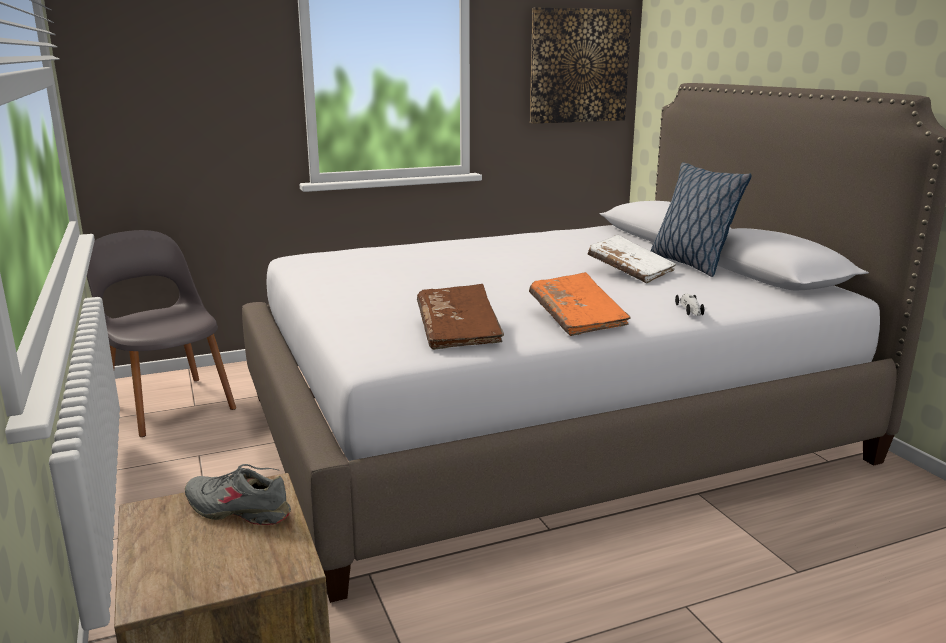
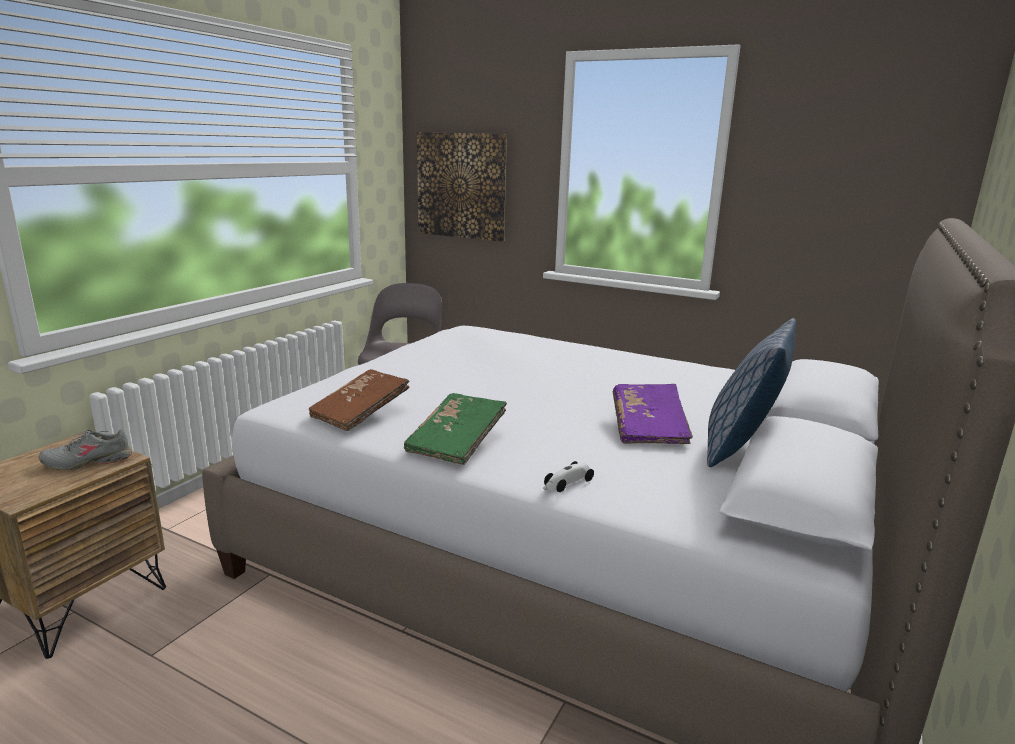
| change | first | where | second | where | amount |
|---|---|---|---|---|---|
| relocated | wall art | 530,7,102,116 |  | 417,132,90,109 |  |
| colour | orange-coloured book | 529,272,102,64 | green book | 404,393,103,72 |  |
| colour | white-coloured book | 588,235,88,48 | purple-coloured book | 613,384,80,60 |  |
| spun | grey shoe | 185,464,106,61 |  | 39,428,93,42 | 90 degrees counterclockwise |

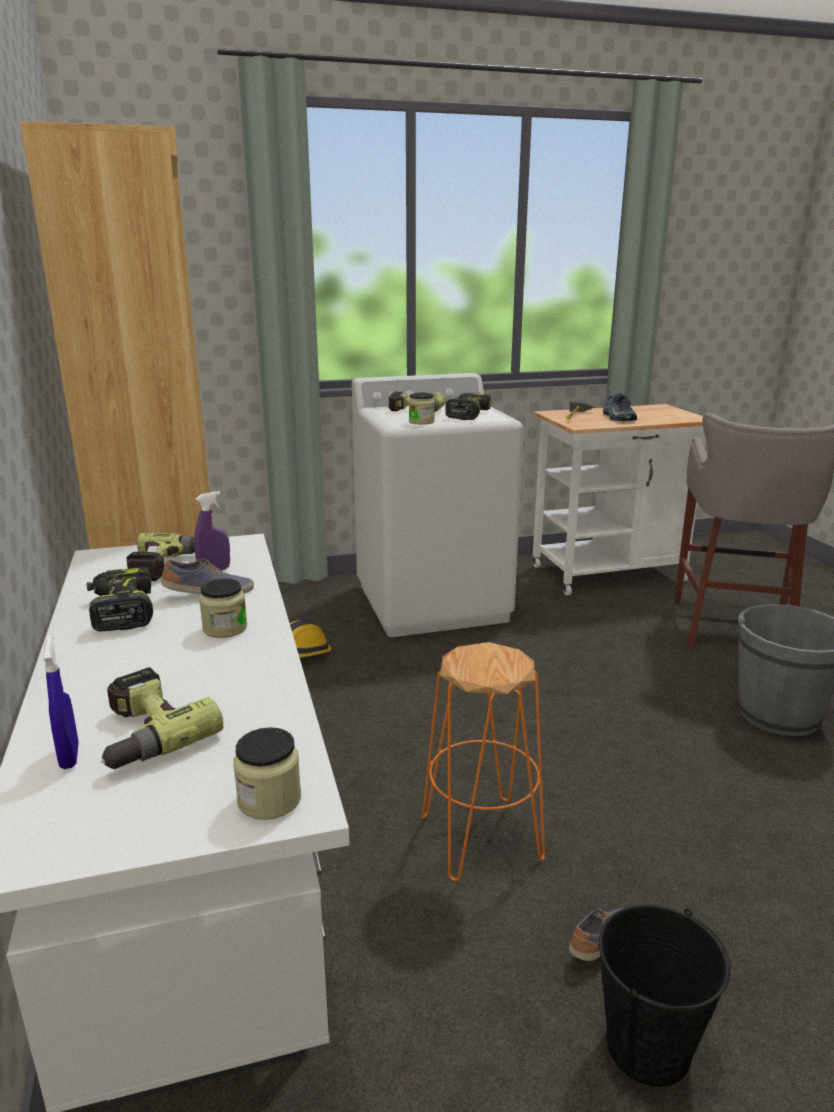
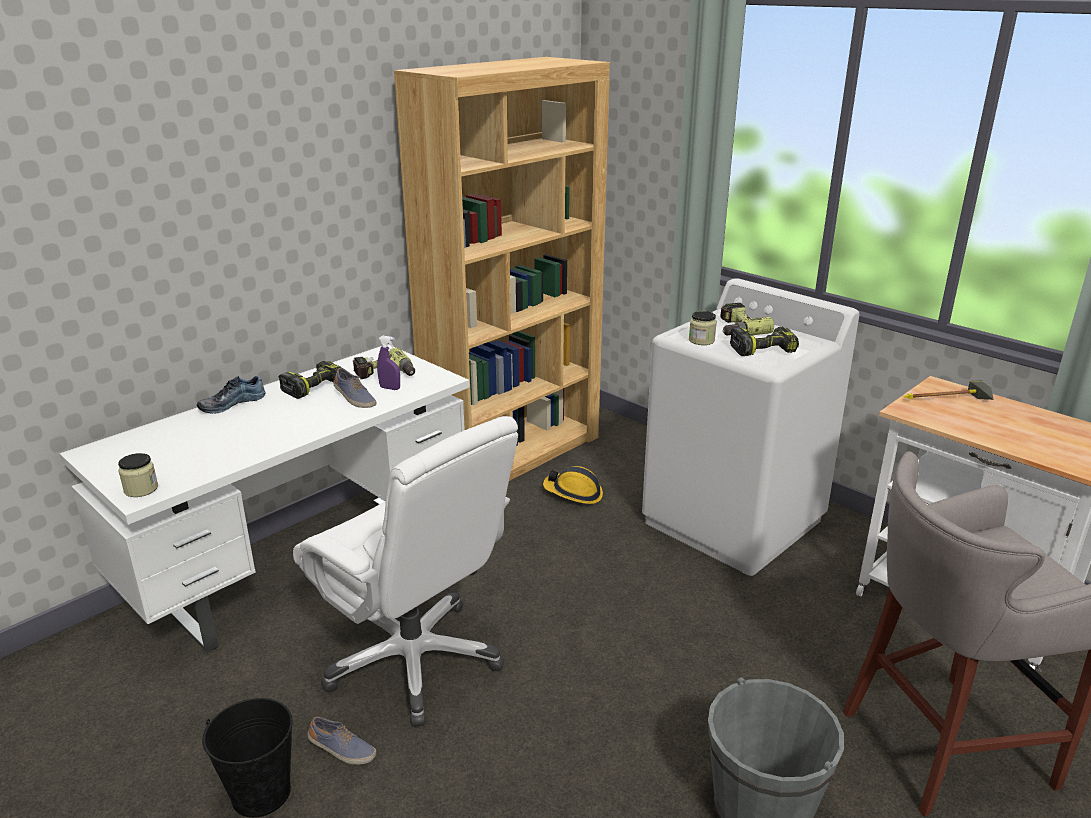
| change | first | where | second | where | amount |
|---|---|---|---|---|---|
| missing | bluish spray bottle | 43,634,35,135 |  |  |  |
| missing | electric drill | 100,667,123,102 |  |  |  |
| missing | jar | 199,579,48,59 |  |  |  |
| relocated | shoe | 603,393,34,28 |  | 197,376,69,37 |  |
| exchanged | orange-coloured stool | 422,642,123,239 | white-coloured computer chair | 293,416,225,311 |  |

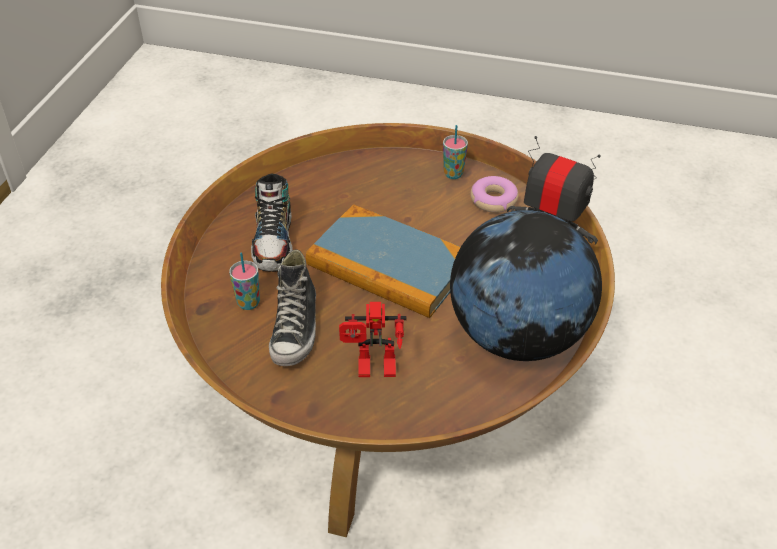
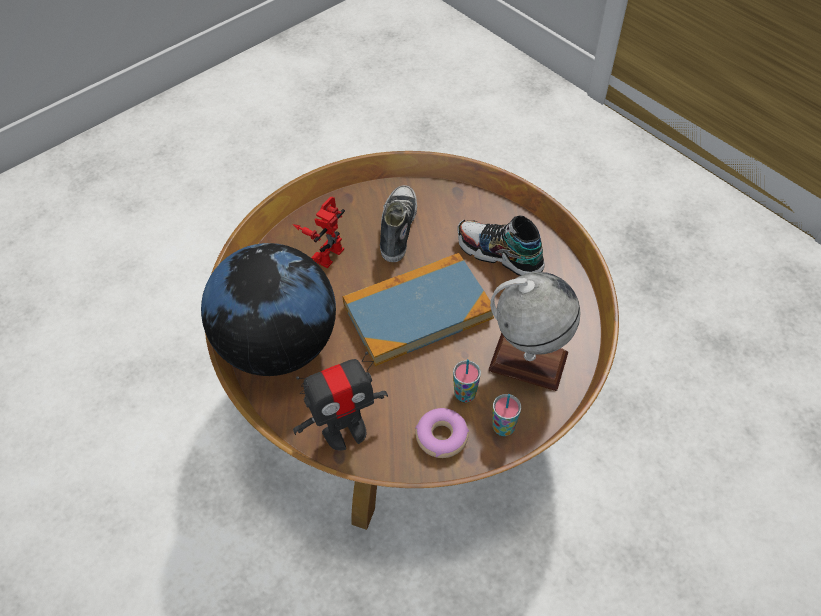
| change | first | where | second | where | amount |
|---|---|---|---|---|---|
| appeared |  |  | globe | 488,272,92,119 |  |
| relocated | cup | 229,252,31,58 |  | 453,359,28,44 |  |
| spun | shoe | 269,250,47,116 |  | 380,185,37,77 | 60 degrees clockwise |

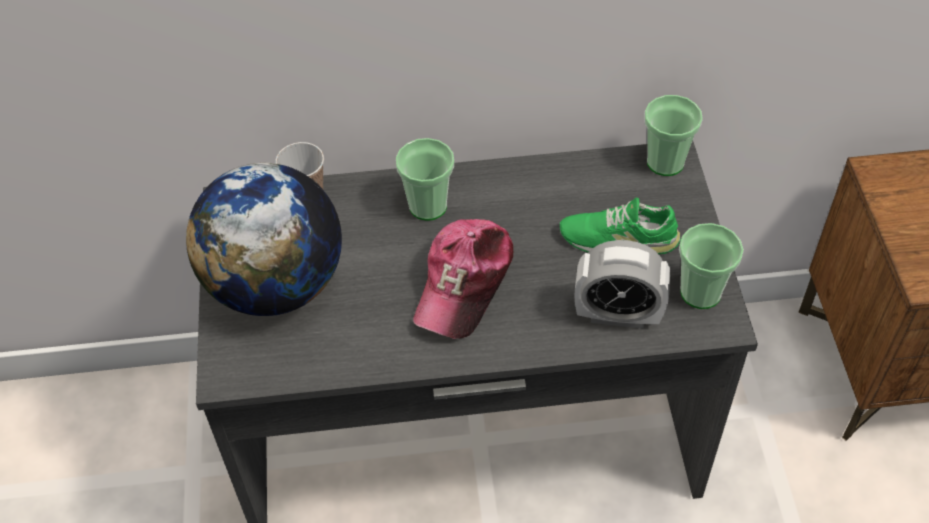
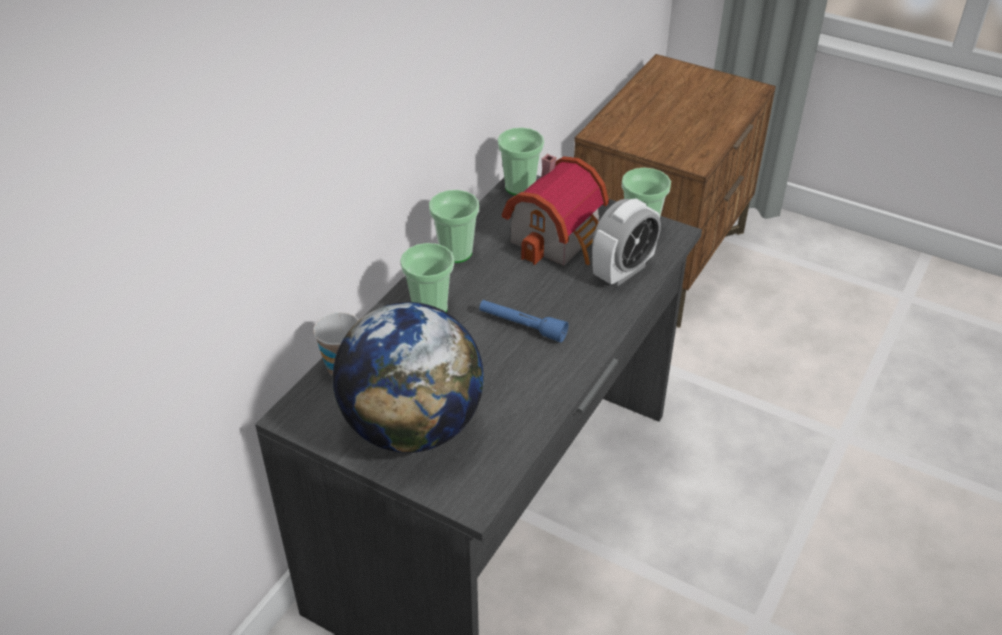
| change | first | where | second | where | amount |
|---|---|---|---|---|---|
| appeared |  |  | cup | 429,190,50,73 |  |
| exchanged | cap | 413,219,100,120 | bluish hand torch | 479,300,90,43 |  |
| exchanged | green shoe | 560,198,121,56 | toy house | 502,154,107,111 |  |

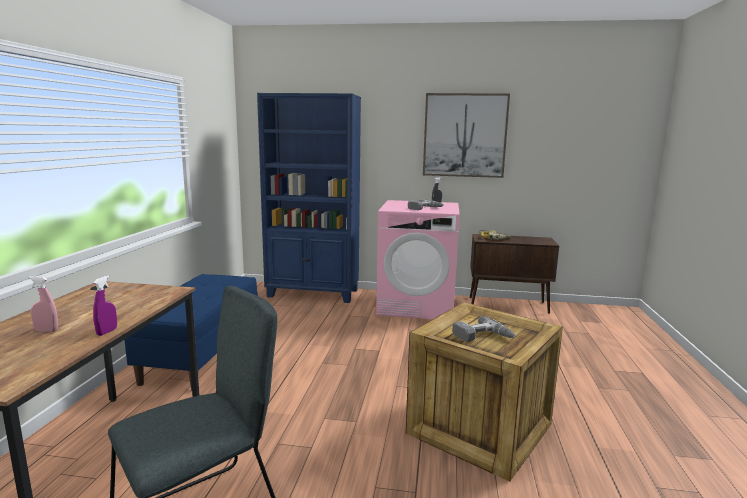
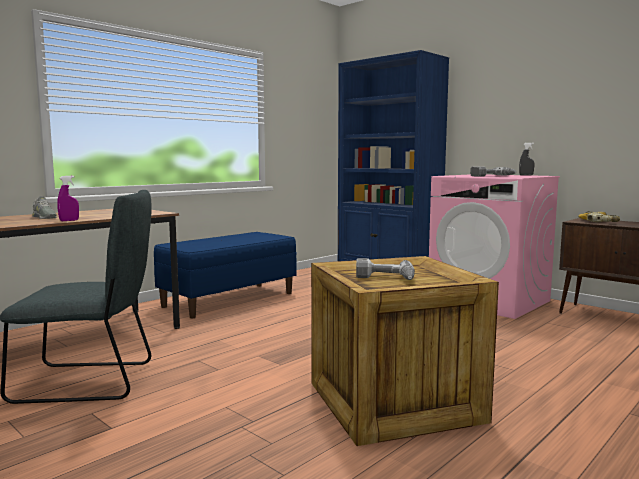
| change | first | where | second | where | amount |
|---|---|---|---|---|---|
| missing | wall art | 423,93,87,85 |  |  |  |
| exchanged | pink spray bottle | 29,276,29,56 | grey shoe | 32,196,25,23 |  |

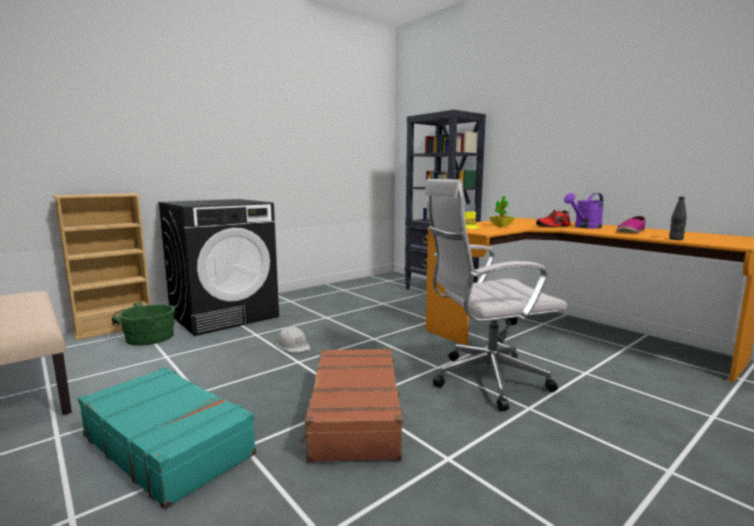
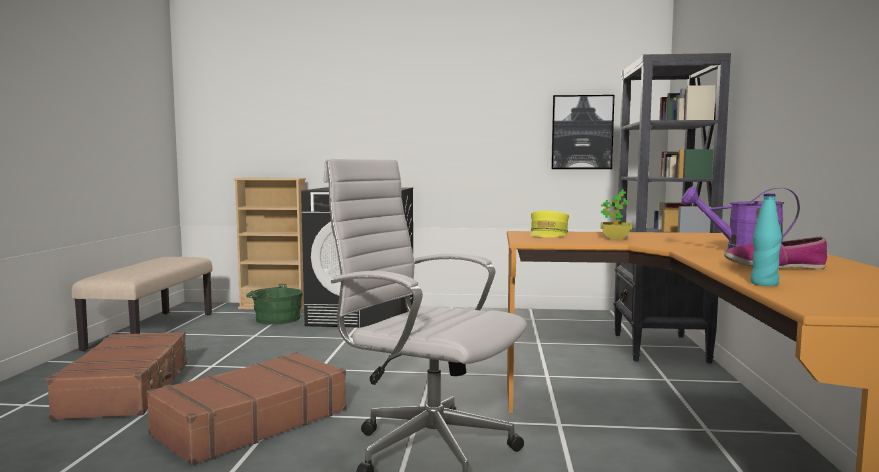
| change | first | where | second | where | amount |
|---|---|---|---|---|---|
| missing | white-coloured work helmet | 276,326,34,27 |  |  |  |
| missing | red shoe | 536,210,35,17 |  |  |  |
| appeared |  |  | wall art | 551,95,63,74 |  |
| colour | blue-green travel case | 78,367,178,142 | brown-coloured travel case | 46,331,144,89 |  |
| colour | blackish drink bottle | 669,197,18,43 | blue-green drink bottle | 751,193,31,93 |  |

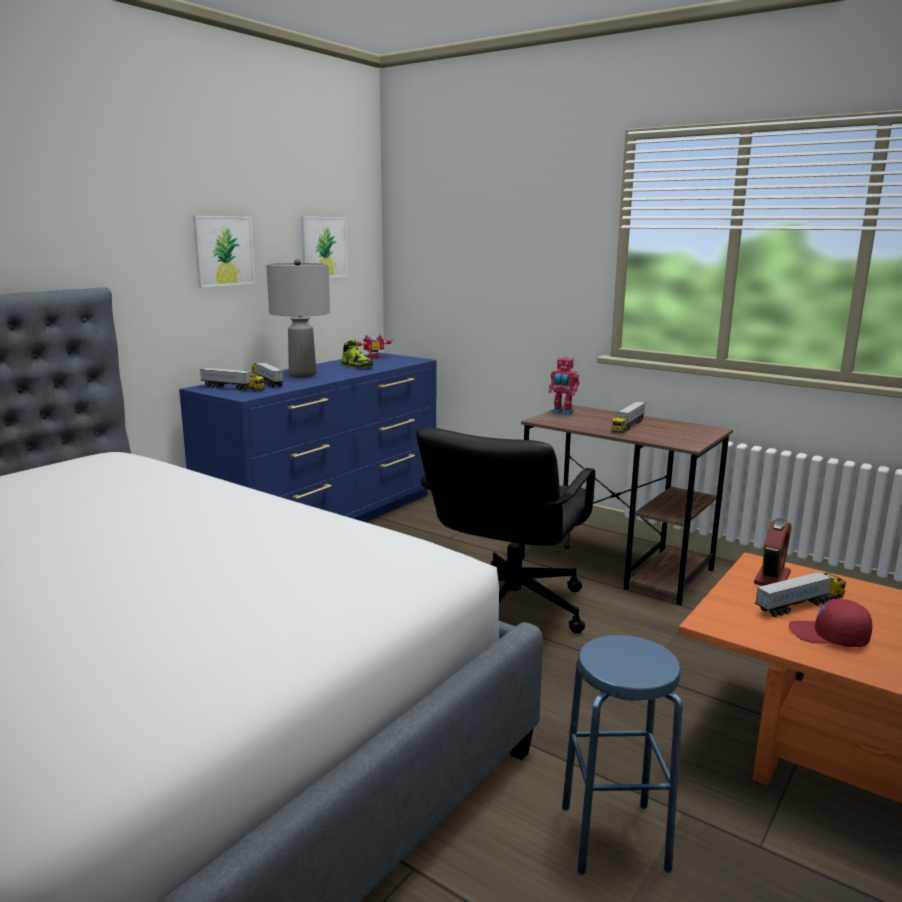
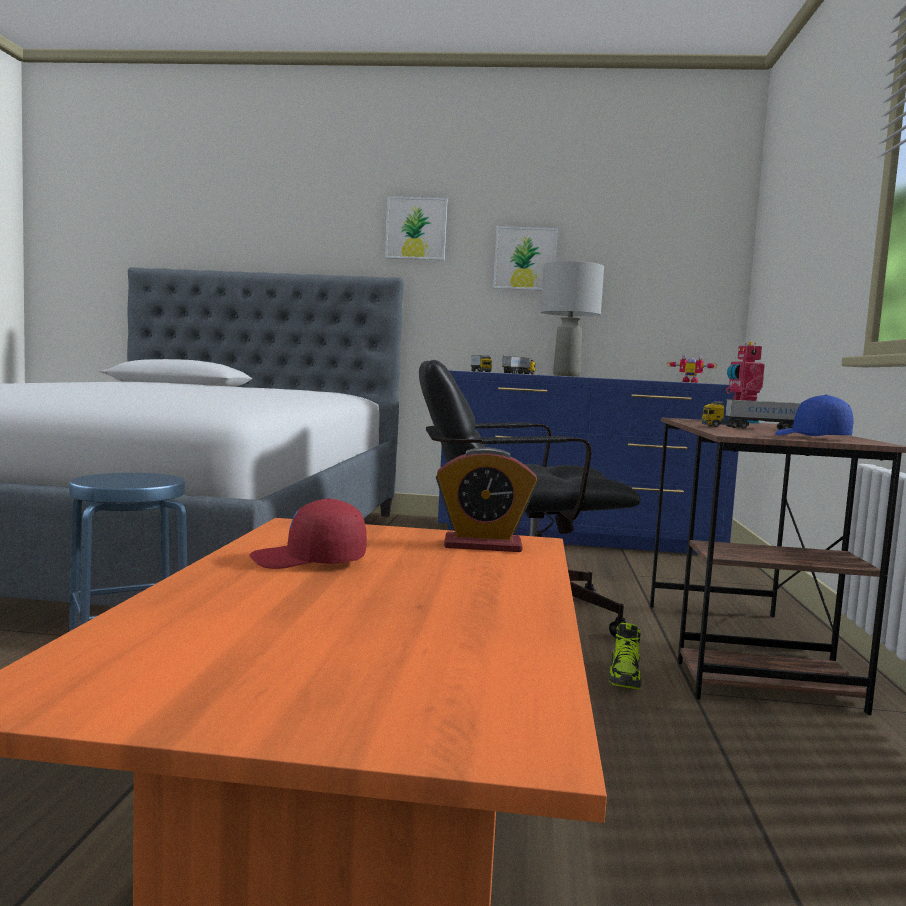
| change | first | where | second | where | amount |
|---|---|---|---|---|---|
| missing | toy truck | 755,571,91,46 |  |  |  |
| appeared |  |  | bluish cap | 775,395,78,41 |  |
| relocated | wall art | 301,217,47,61 |  | 385,196,62,64 |  |
| relocated | shoe | 341,339,32,29 |  | 608,623,34,66 |  |
| spun | red cap | 789,599,83,48 |  | 250,498,117,71 | 90 degrees counterclockwise |

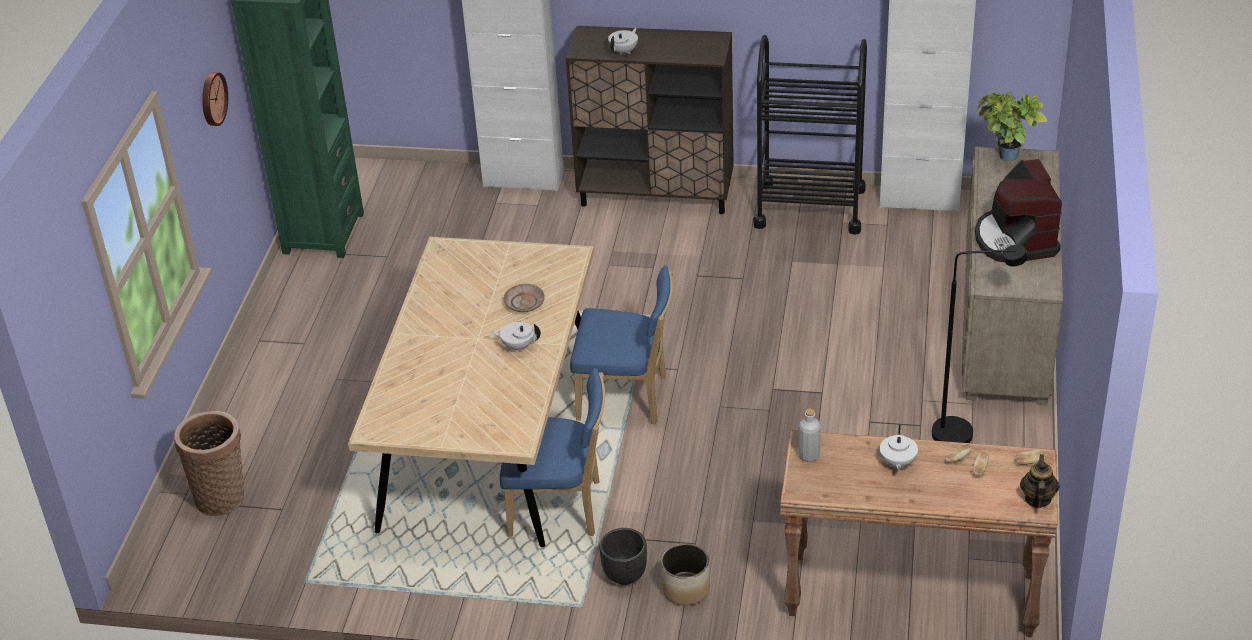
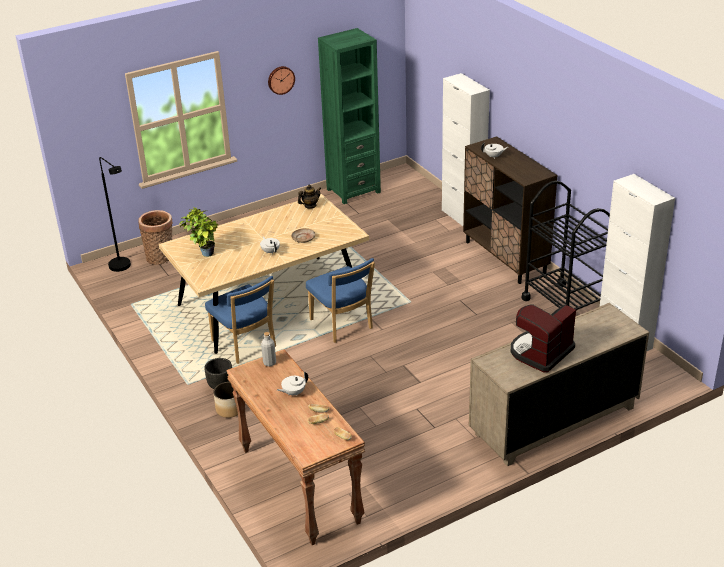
| change | first | where | second | where | amount |
|---|---|---|---|---|---|
| relocated | blackish standard lamp | 932,245,96,198 |  | 99,157,32,115 |  |
| relocated | plant in a pot | 977,92,70,69 |  | 179,207,40,50 |  |
| relocated | teapot | 1020,454,40,54 |  | 298,185,23,24 |  |

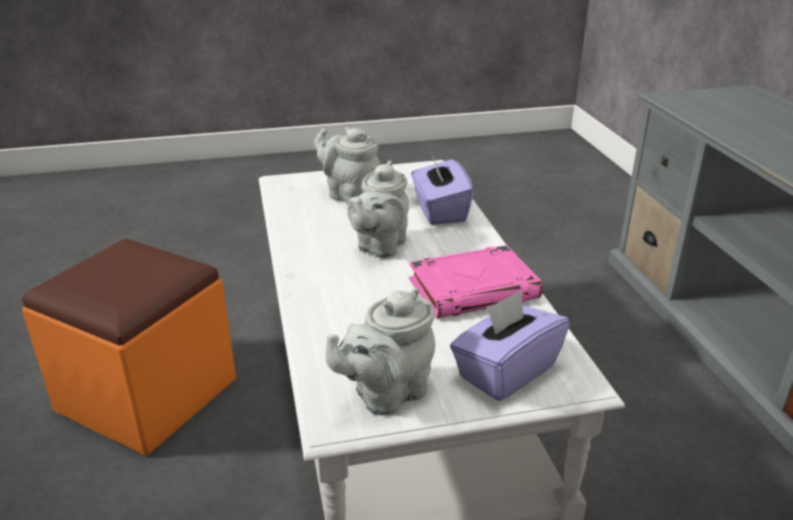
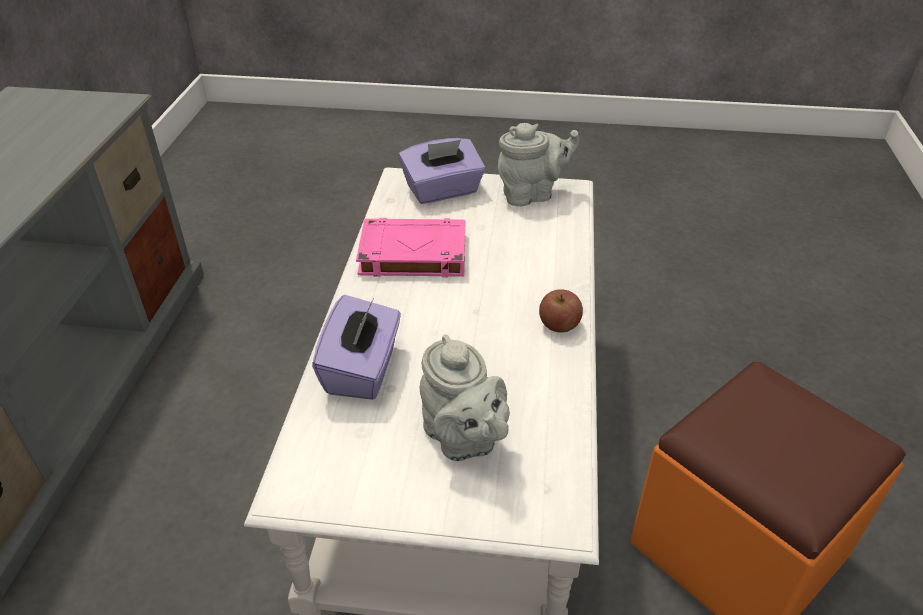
| change | first | where | second | where | amount |
|---|---|---|---|---|---|
| missing | grey teapot | 347,160,62,98 |  |  |  |
| appeared |  |  | whole apple | 539,289,44,44 |  |

